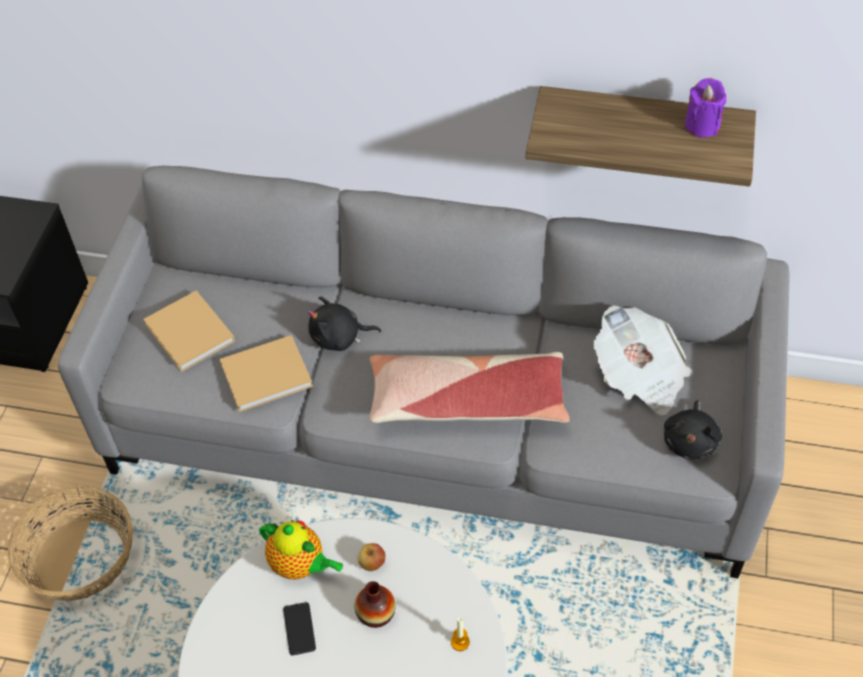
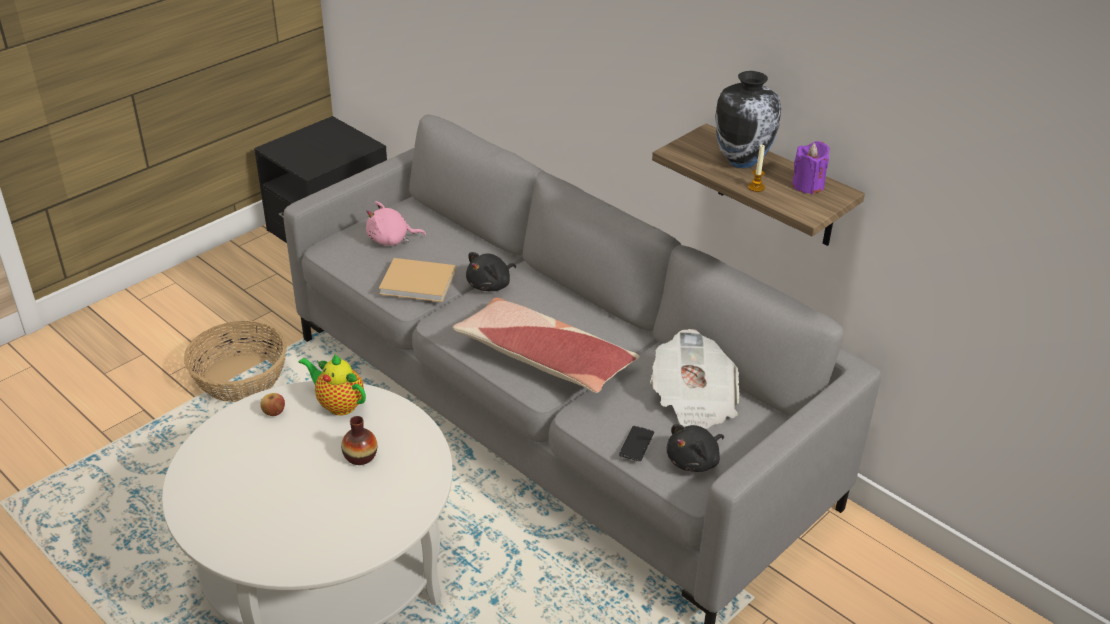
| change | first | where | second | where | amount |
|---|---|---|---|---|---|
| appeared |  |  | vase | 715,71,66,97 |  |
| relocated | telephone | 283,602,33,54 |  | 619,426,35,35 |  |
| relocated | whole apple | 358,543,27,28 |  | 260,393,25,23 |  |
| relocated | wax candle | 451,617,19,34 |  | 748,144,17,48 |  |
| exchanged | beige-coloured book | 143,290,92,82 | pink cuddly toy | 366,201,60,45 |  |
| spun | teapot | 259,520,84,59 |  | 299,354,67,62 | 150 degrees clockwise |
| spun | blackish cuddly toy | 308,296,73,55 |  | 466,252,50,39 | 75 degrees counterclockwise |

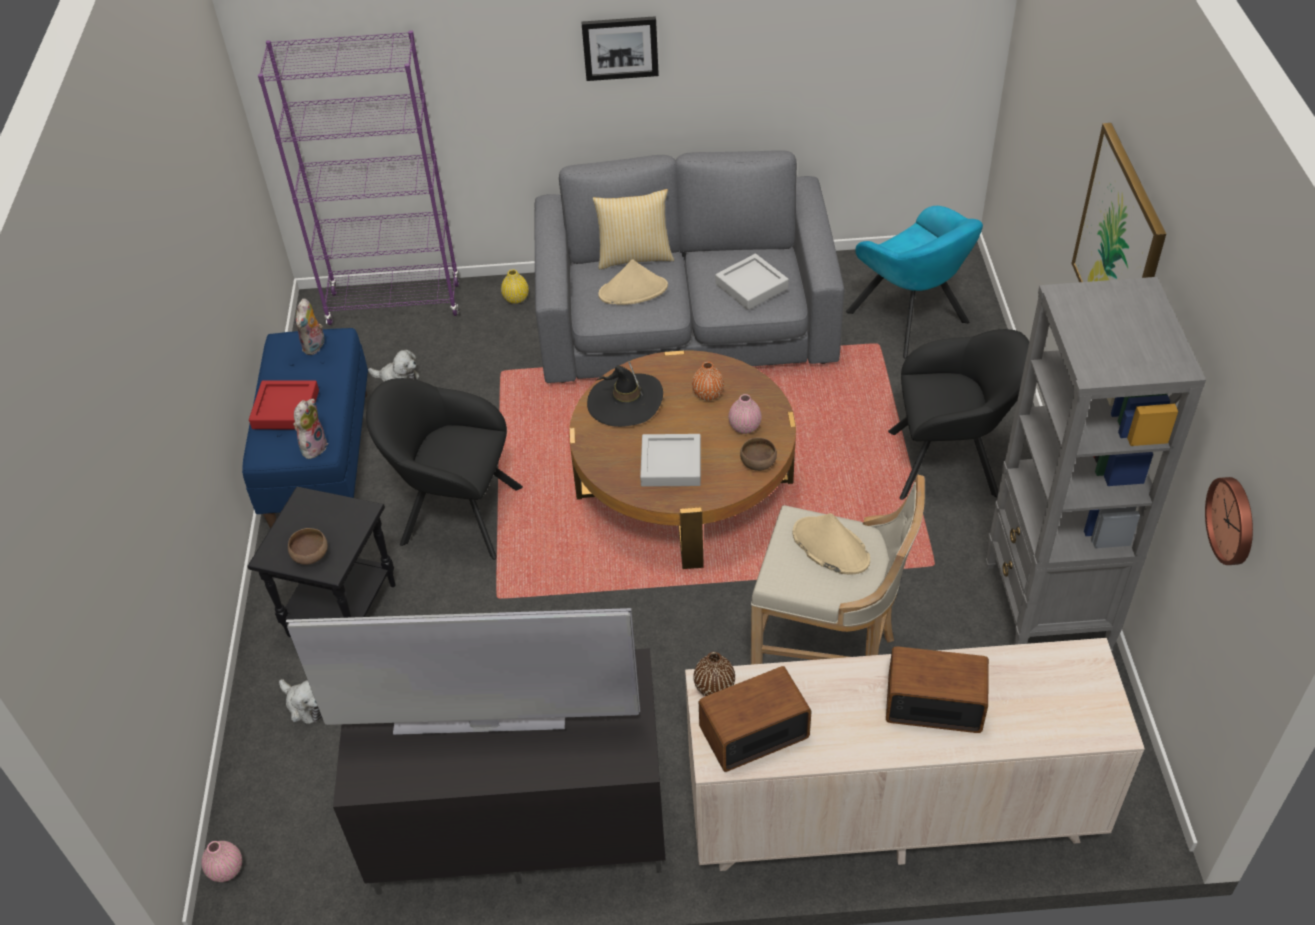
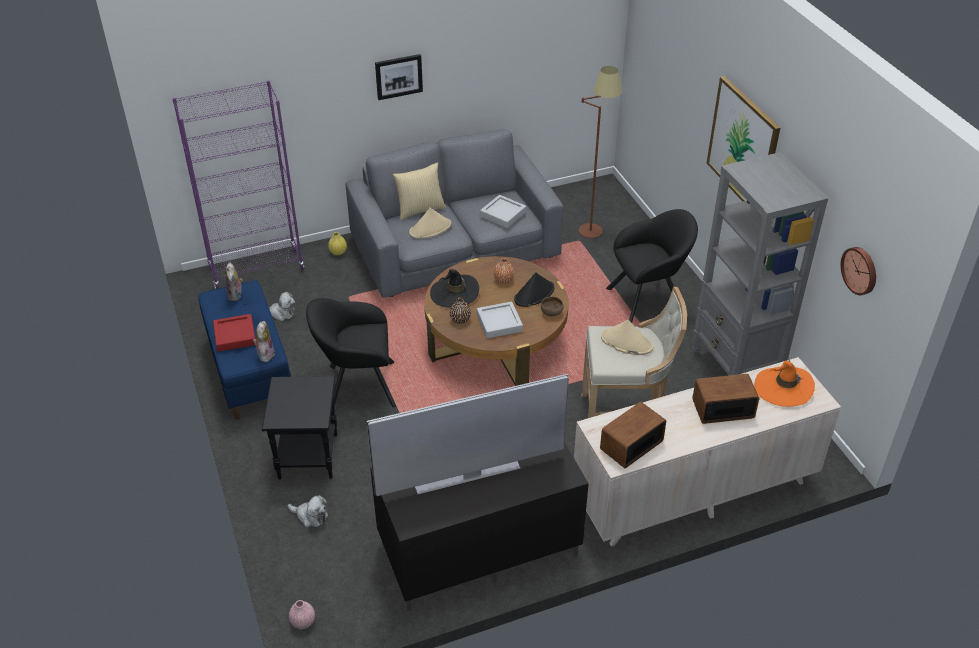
| change | first | where | second | where | amount |
|---|---|---|---|---|---|
| missing | brown-coloured serving bowl | 288,528,40,37 |  |  |  |
| appeared |  |  | orange-coloured wearable hat | 755,357,60,50 |  |
| relocated | brown-coloured vase | 693,652,42,44 |  | 450,298,21,26 |  |
| exchanged | pink vase | 728,394,34,40 | blackish wearable hat | 514,272,40,35 |  |
| exchanged | blue-green lounge chair | 846,206,137,152 | brown-coloured standard lamp | 578,66,44,172 |  |

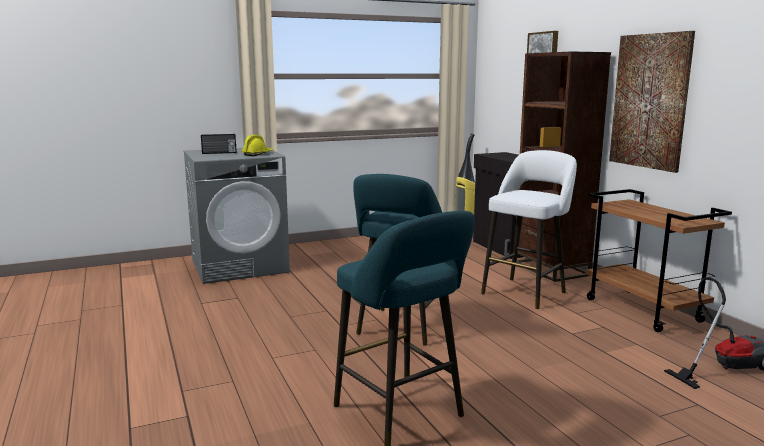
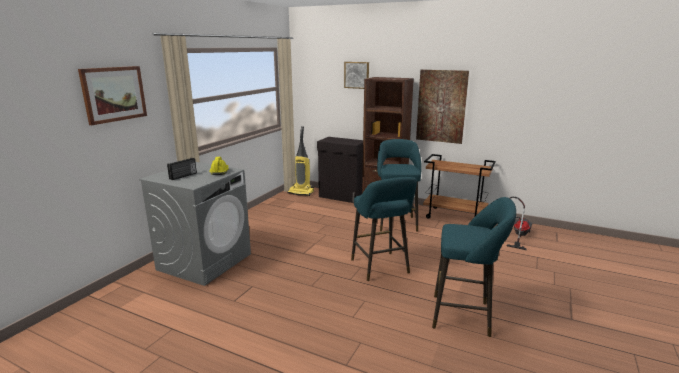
| change | first | where | second | where | amount |
|---|---|---|---|---|---|
| appeared |  |  | wall art | 78,66,69,59 |  |
| colour | white-coloured stool | 481,150,96,159 | blue-green stool | 377,139,45,93 |  |

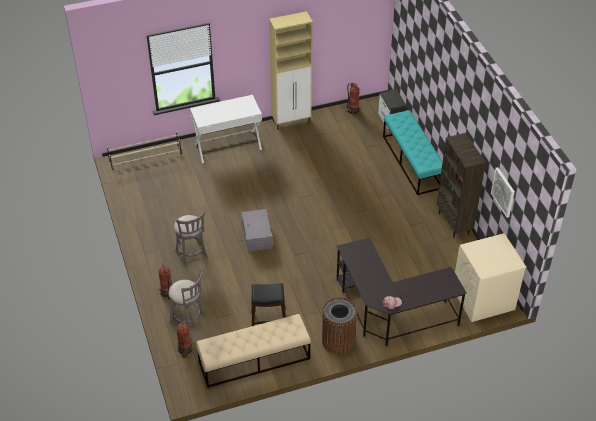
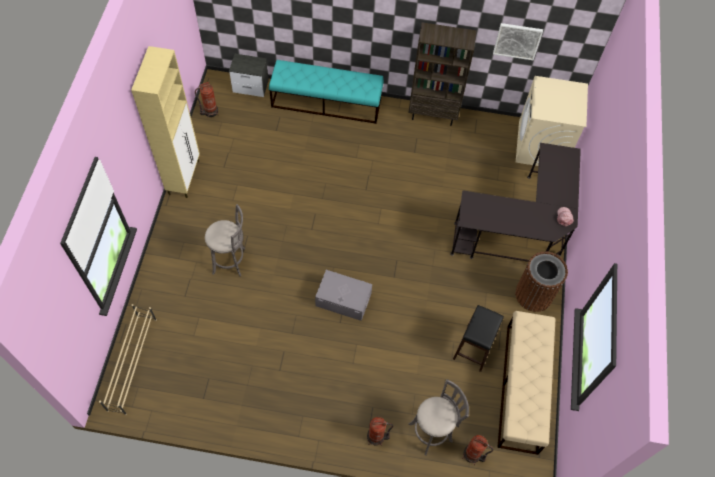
| change | first | where | second | where | amount |
|---|---|---|---|---|---|
| missing | white-coloured desk unit | 190,95,72,68 |  |  |  |
| relocated | grey stool | 174,211,34,56 |  | 205,204,40,73 |  |

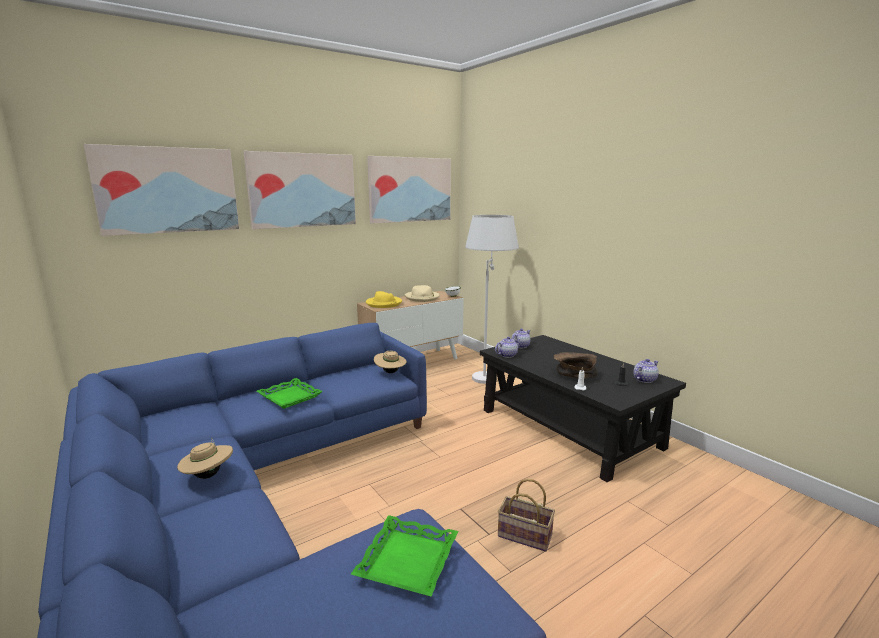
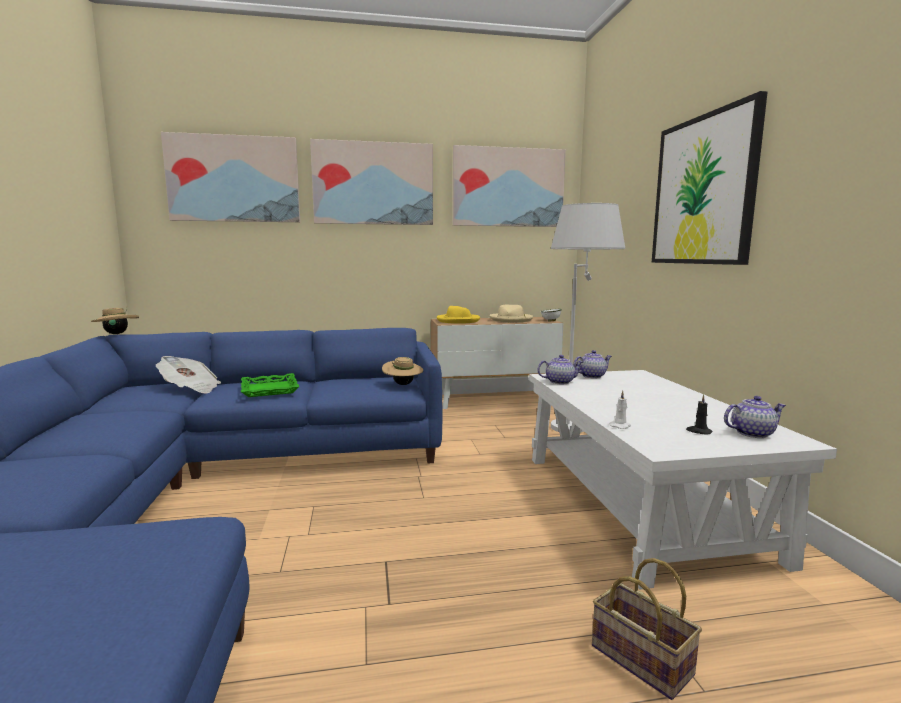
| change | first | where | second | where | amount |
|---|---|---|---|---|---|
| missing | green carrying tray | 351,515,107,81 |  |  |  |
| missing | brown-coloured serving bowl | 554,352,43,26 |  |  |  |
| appeared |  |  | printed paper | 156,356,65,37 |  |
| appeared |  |  | wall art | 652,91,116,174 |  |
| relocated | beige-coloured wearable hat | 177,438,56,41 |  | 91,307,48,27 |  |
| relocated | storage basket | 498,479,57,73 |  | 592,558,110,142 |  |
| colour | blackish low table | 480,335,206,147 | white-coloured low table | 529,370,308,220 |  |

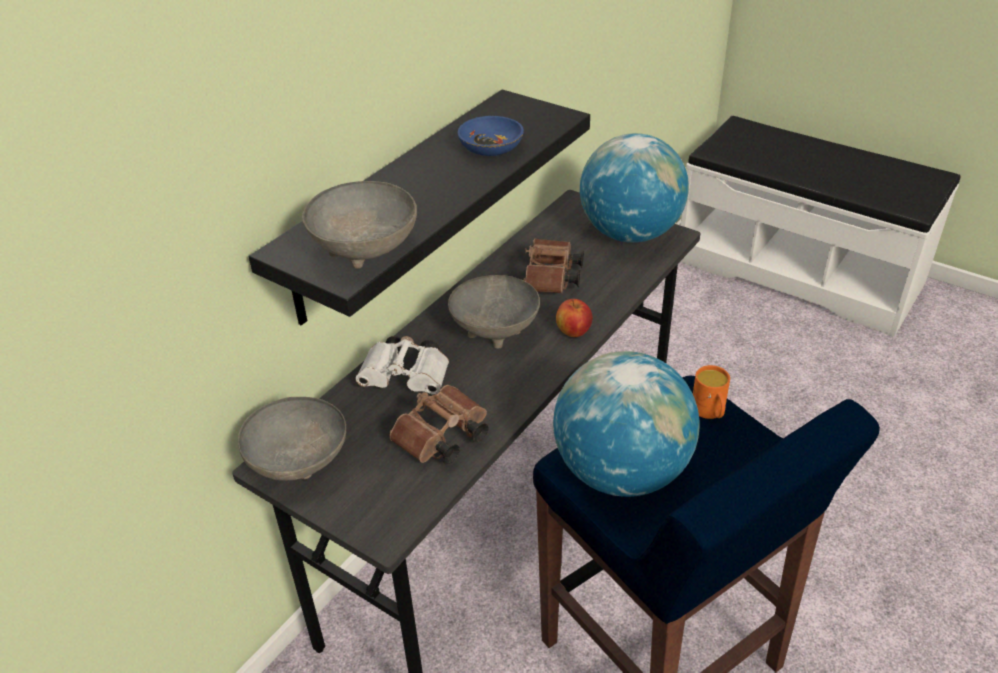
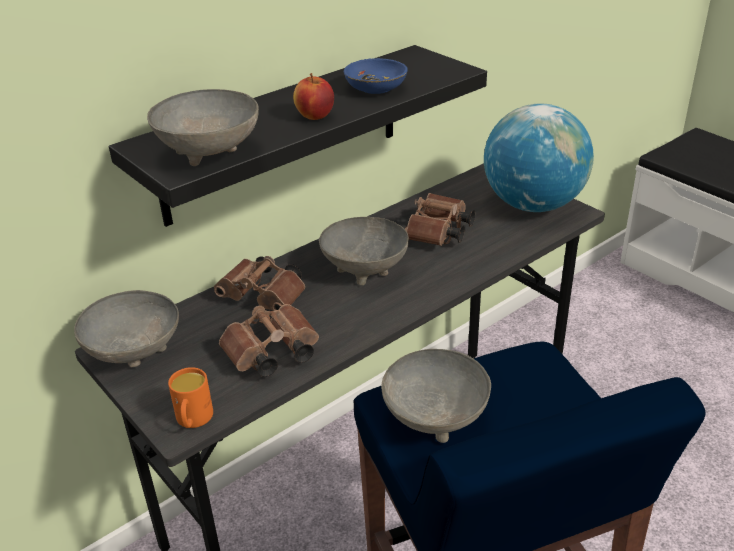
| change | first | where | second | where | amount |
|---|---|---|---|---|---|
| relocated | whole apple | 556,299,37,38 |  | 293,73,41,47 |  |
| relocated | orange-coloured mug | 693,365,37,54 |  | 168,367,45,61 |  |
| exchanged | globe | 553,351,147,146 | grey serving bowl | 381,349,110,94 |  |
| colour | white-coloured binoculars | 356,336,93,59 | brown-coloured binoculars | 214,256,91,55 |  |

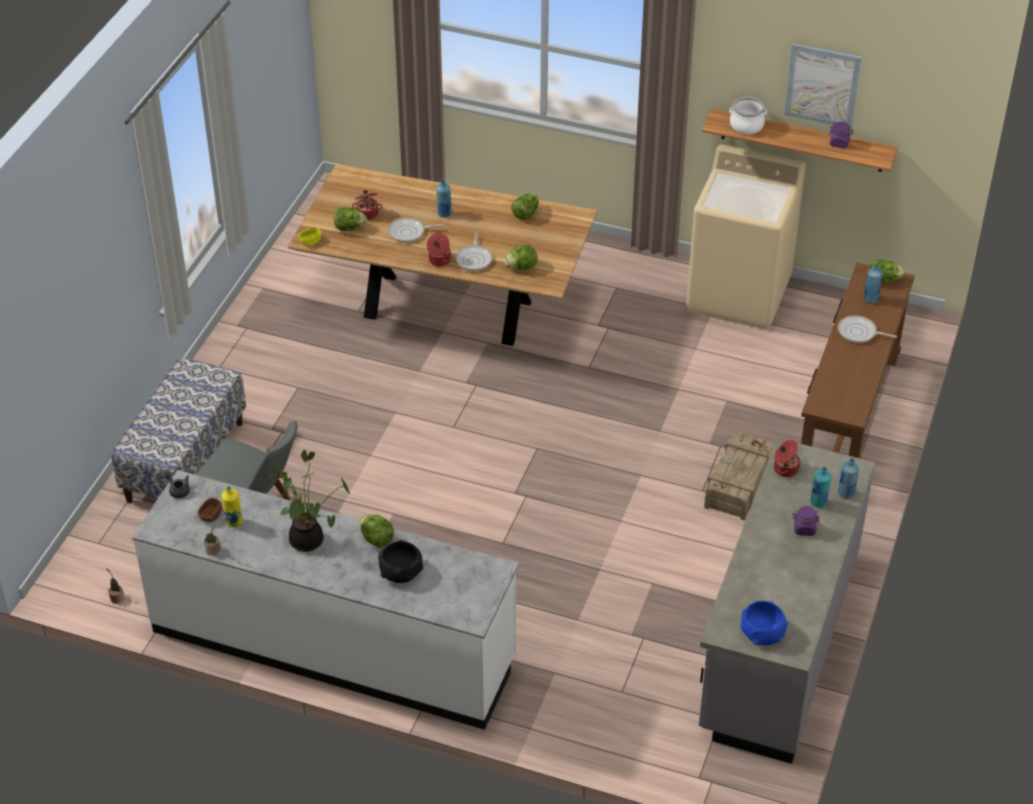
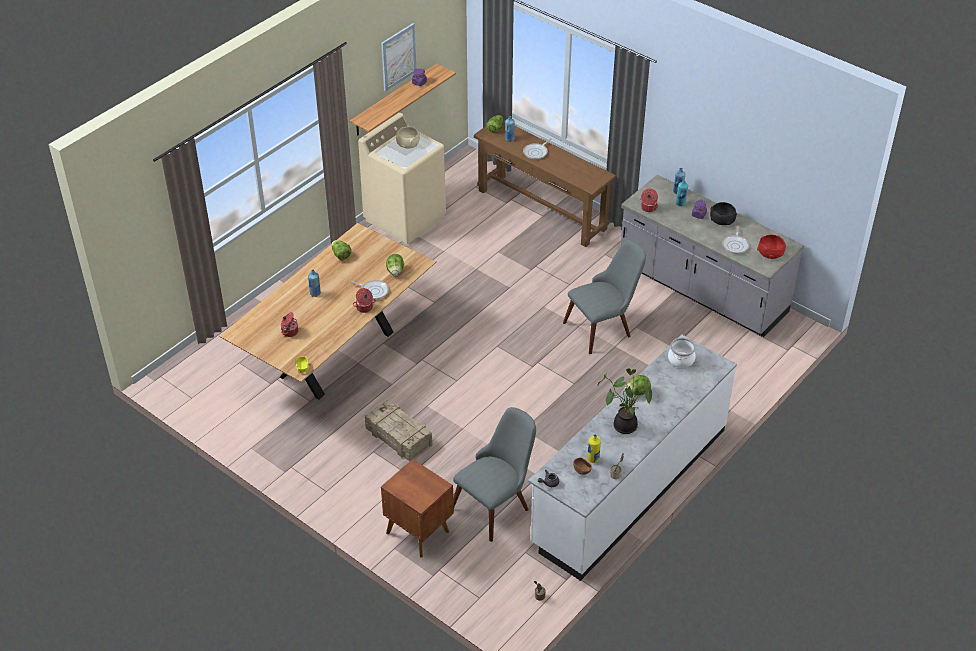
| change | first | where | second | where | amount |
|---|---|---|---|---|---|
| missing | head of lettuce | 334,207,33,24 |  |  |  |
| appeared |  |  | beige-coloured serving bowl | 396,127,24,21 |  |
| appeared |  |  | grey upright chair | 563,239,83,115 |  |
| relocated | blackish serving bowl | 378,540,45,43 |  | 710,202,27,23 |  |
| relocated | skillet | 388,217,56,25 |  | 722,226,27,28 |  |
| relocated | shipping crate | 704,431,70,90 |  | 365,400,67,62 |  |
| relocated | cooking pot | 730,97,37,37 |  | 668,338,28,30 |  |
| exchanged | indoor bench | 112,357,134,146 | brown-coloured night table | 381,459,73,98 |  |
| colour | bluish serving bowl | 741,601,47,45 | red serving bowl | 757,234,29,25 |  |

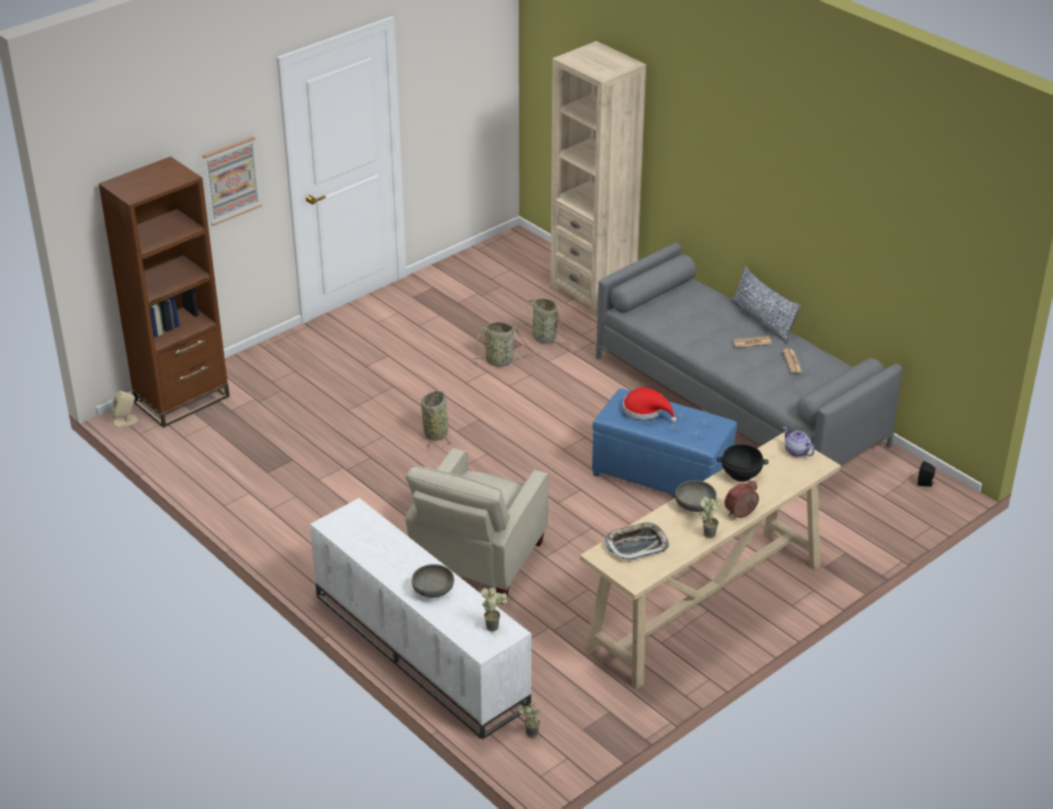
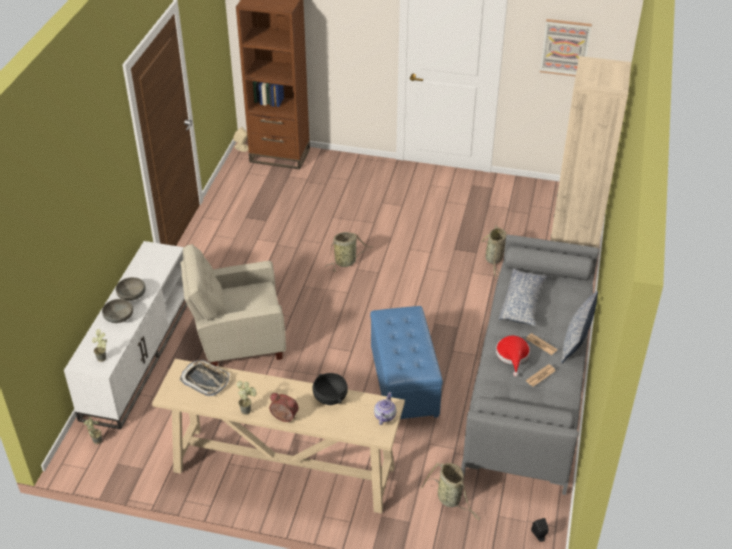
| change | first | where | second | where | amount |
|---|---|---|---|---|---|
| appeared |  |  | pillow | 498,268,49,58 |  |
| relocated | wall art | 203,136,59,90 |  | 540,19,52,58 |  |
| relocated | storage basket | 471,321,69,46 |  | 421,463,60,57 |  |
| relocated | red wearable hat | 623,388,54,35 |  | 496,336,34,41 |  |
| relocated | grey serving bowl | 675,480,42,32 |  | 116,277,30,24 |  |

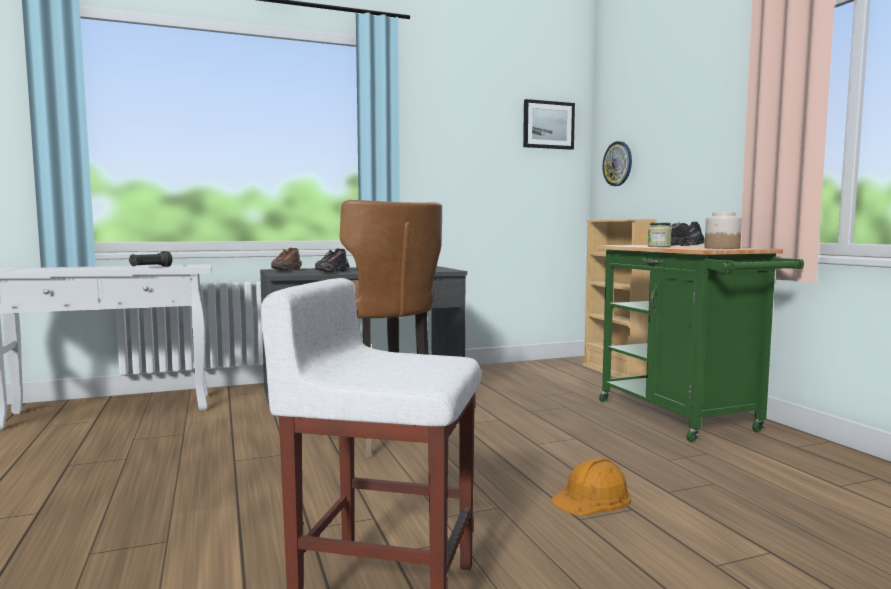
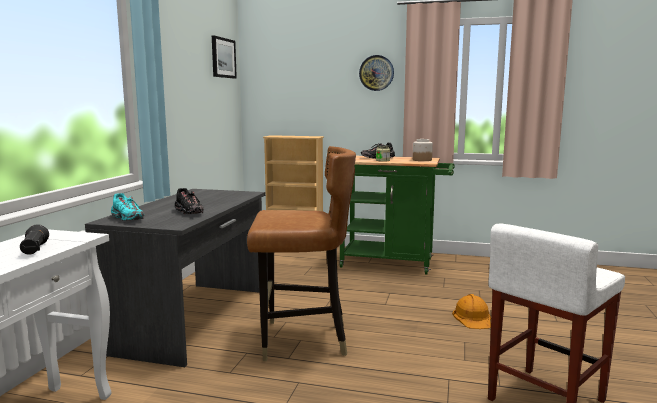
| change | first | where | second | where | amount |
|---|---|---|---|---|---|
| relocated | clock on the wall | 602,141,30,45 |  | 359,55,35,36 |  |
| colour | brown-coloured shoe | 271,248,30,23 | blue-green shoe | 111,193,33,28 |  |

